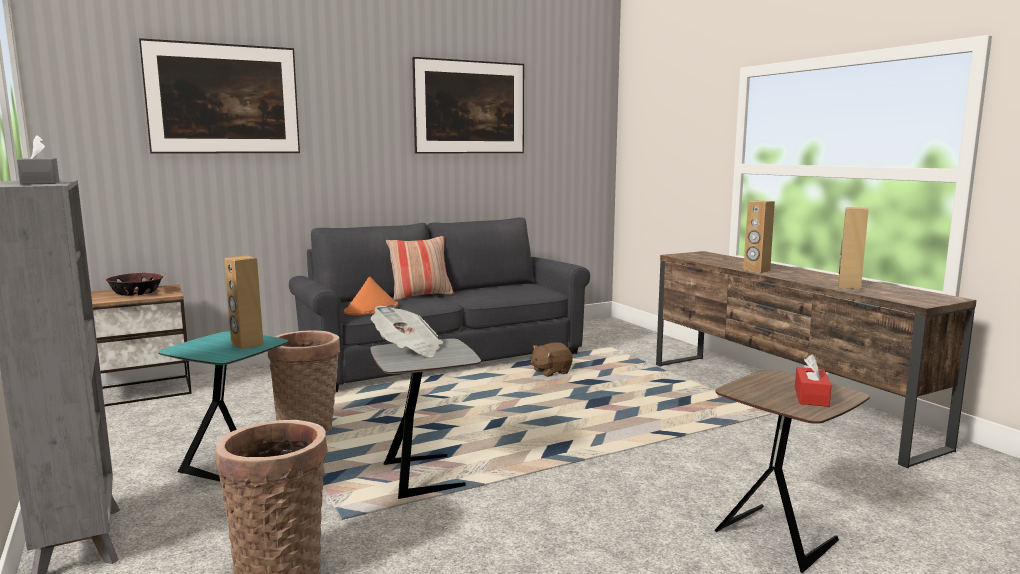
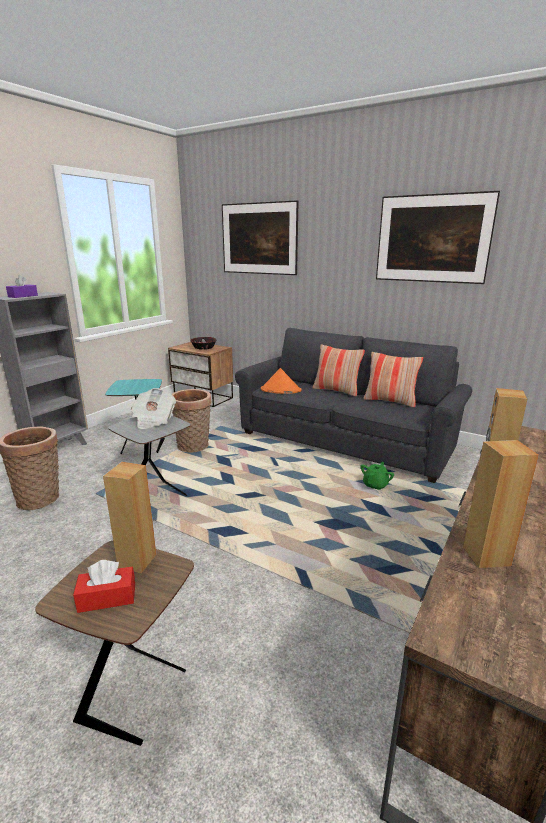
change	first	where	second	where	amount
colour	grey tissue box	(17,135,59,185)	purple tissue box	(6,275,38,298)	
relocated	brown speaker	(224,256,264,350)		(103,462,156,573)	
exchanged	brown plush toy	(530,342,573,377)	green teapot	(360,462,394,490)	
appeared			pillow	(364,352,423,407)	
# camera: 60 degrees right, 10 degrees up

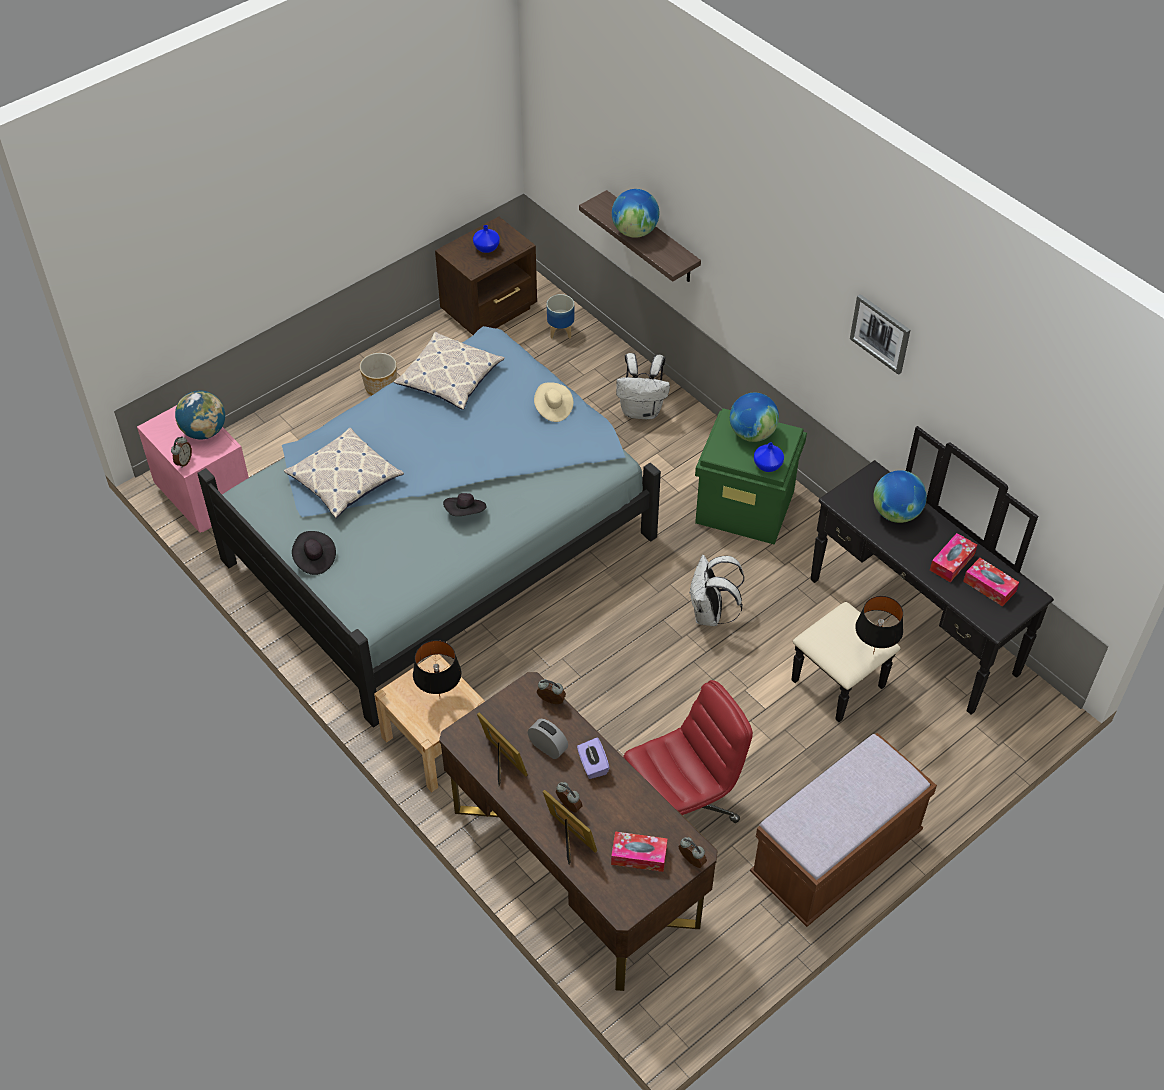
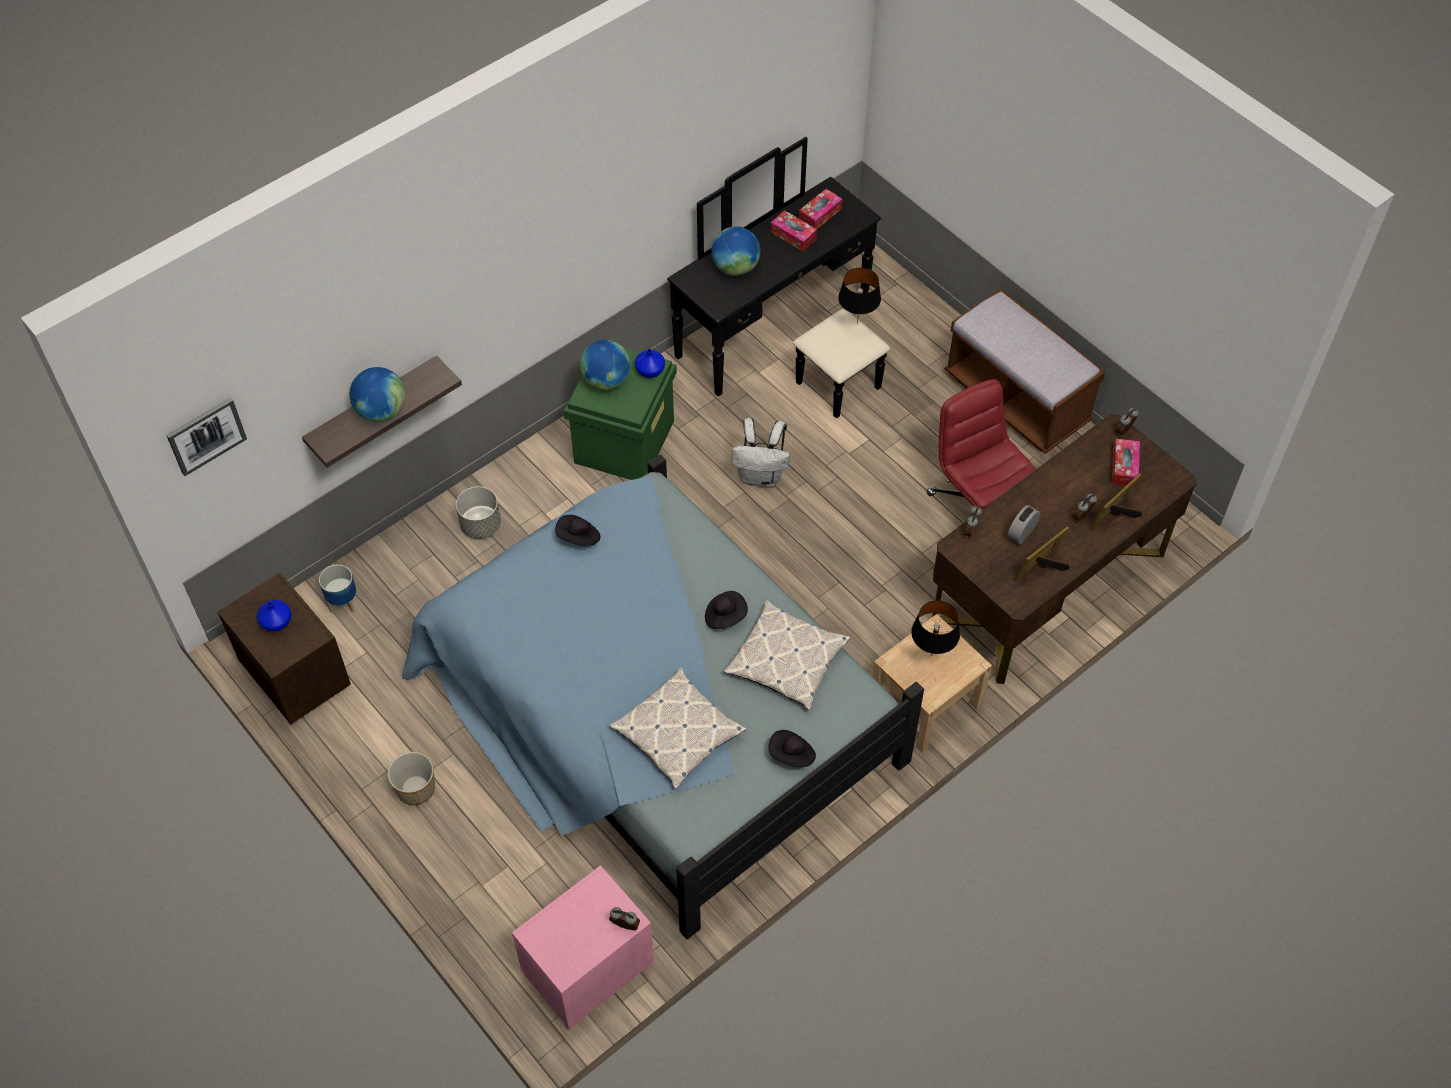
change	first	where	second	where	amount
relocated	picture	(850,294,910,375)		(166,397,247,476)	
exchanged	white backpack	(616,353,670,419)	grey planter	(456,486,501,539)	
colour	beige hat	(534,382,573,422)	black hat	(555,515,601,546)	
relocated	pillow	(394,332,505,410)		(724,600,850,710)	
missing	globe	(175,391,225,439)			
missing	purple tissue box	(577,738,609,779)			
# camera: 90 degrees left, 5 degrees up

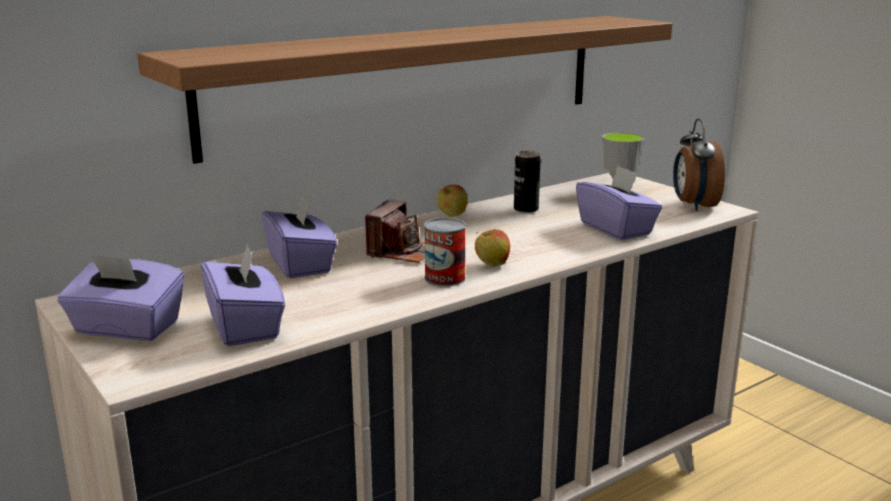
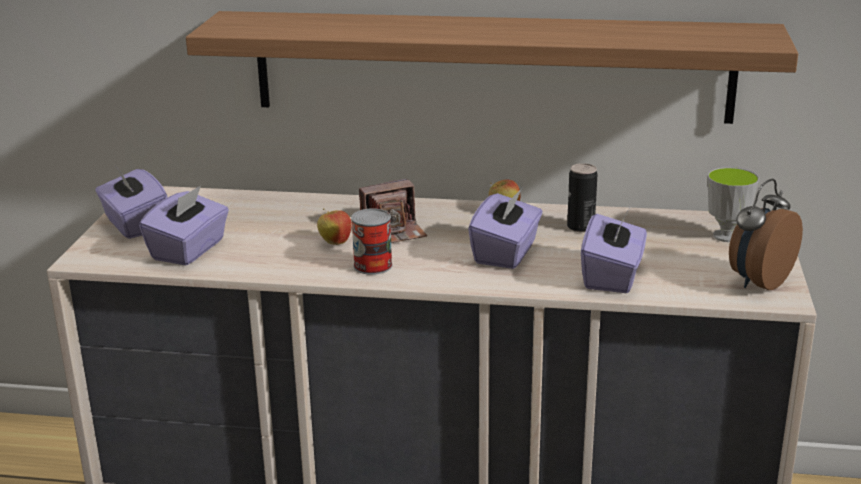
change	first	where	second	where	amount
relocated	apple	(475,229,510,267)		(317,208,352,245)	
relocated	purple tissue box	(262,194,337,279)		(468,187,543,269)	
# camera: 45 degrees right, 5 degrees up

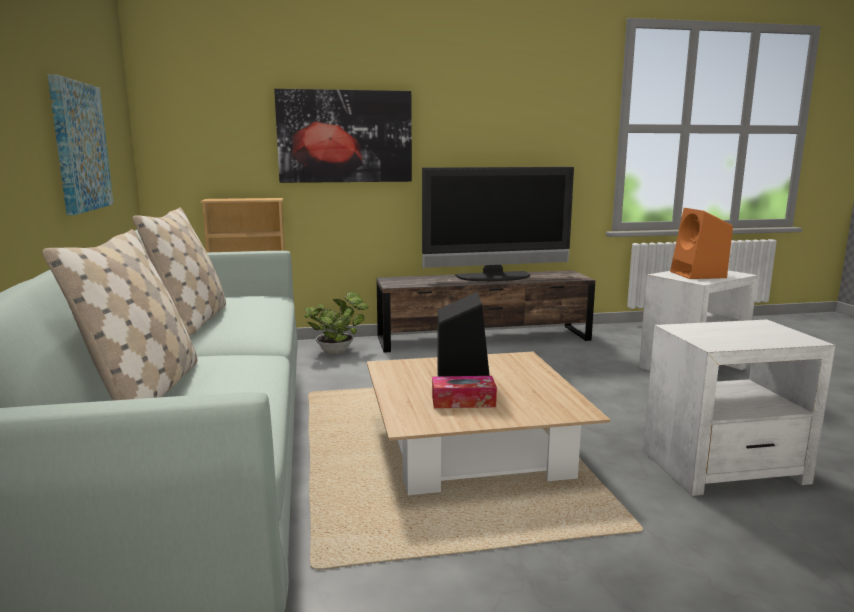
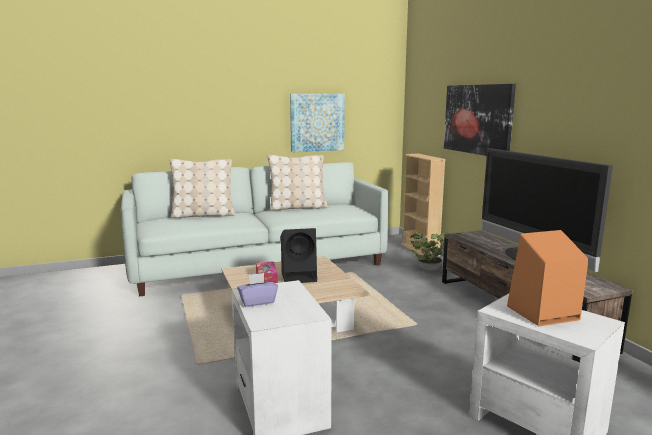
change	first	where	second	where	amount
appeared			purple tissue box	(237,273,278,307)	
# camera: 80 degrees right, 0 degrees up

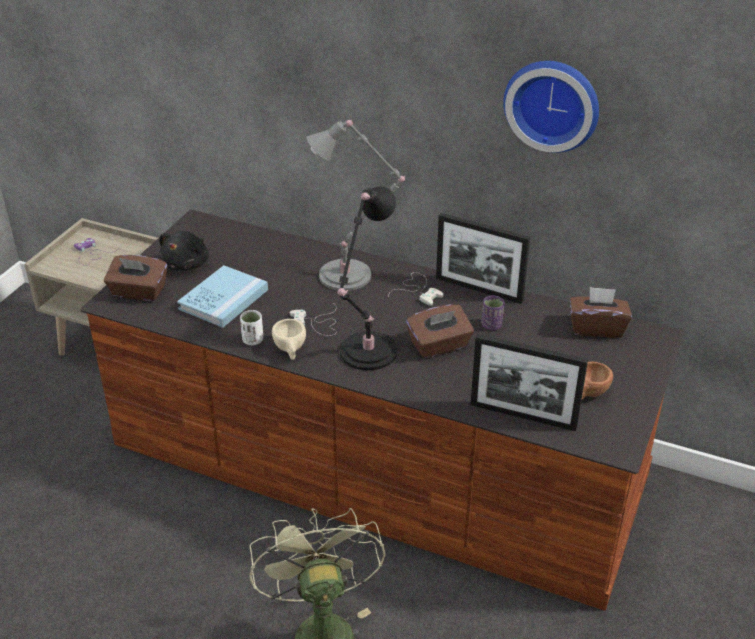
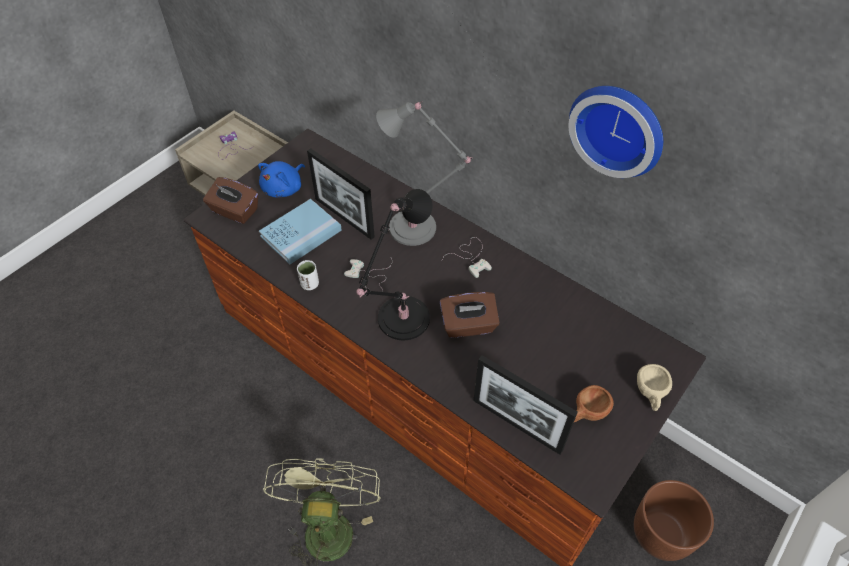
change	first	where	second	where	amount
colour	black plush toy	(159,231,209,271)	blue plush toy	(258,161,305,197)	
relocated	picture frame	(436,213,530,304)		(307,148,375,240)	
appeared			brown planter	(634,480,714,561)	
relocated	beige cup	(272,319,306,360)		(637,364,672,411)	
missing	purple cup	(481,295,504,330)			
missing	brown tissue box	(570,287,632,338)			
# camera: 15 degrees right, 15 degrees up

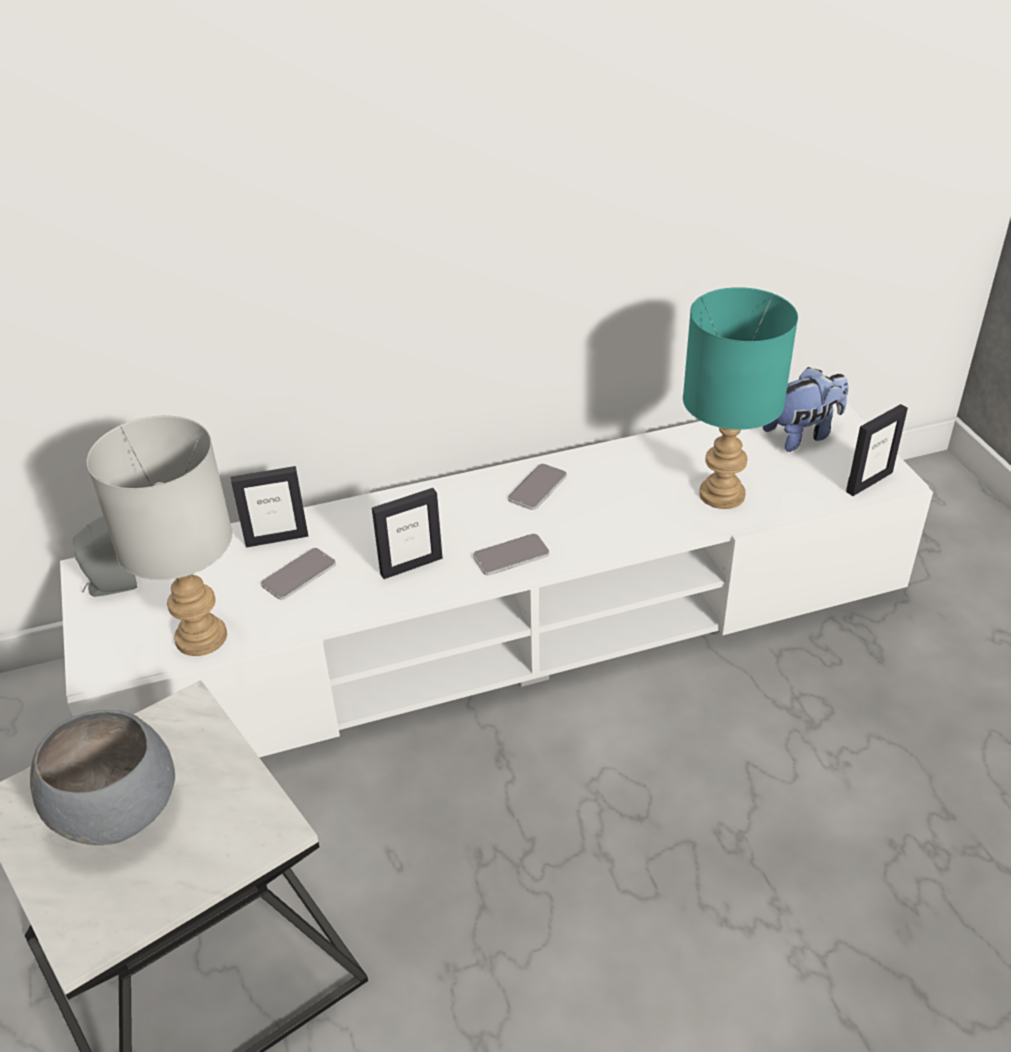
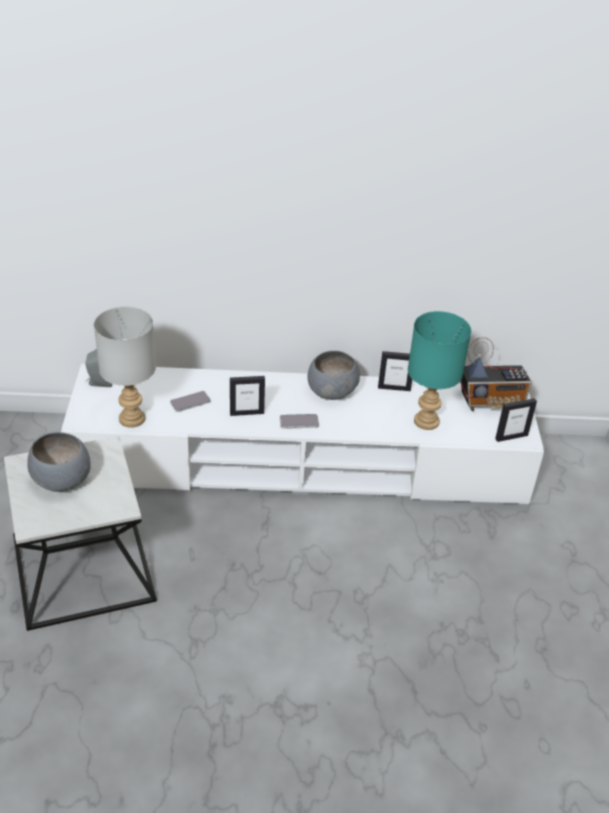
change	first	where	second	where	amount
exchanged	phone	(508,464,567,510)	grey bowl	(307,351,360,400)	
relocated	picture frame	(231,466,308,548)		(378,351,412,391)	
exchanged	plush toy	(763,367,848,452)	radio	(460,337,532,411)	
# camera: 15 degrees right, 0 degrees up

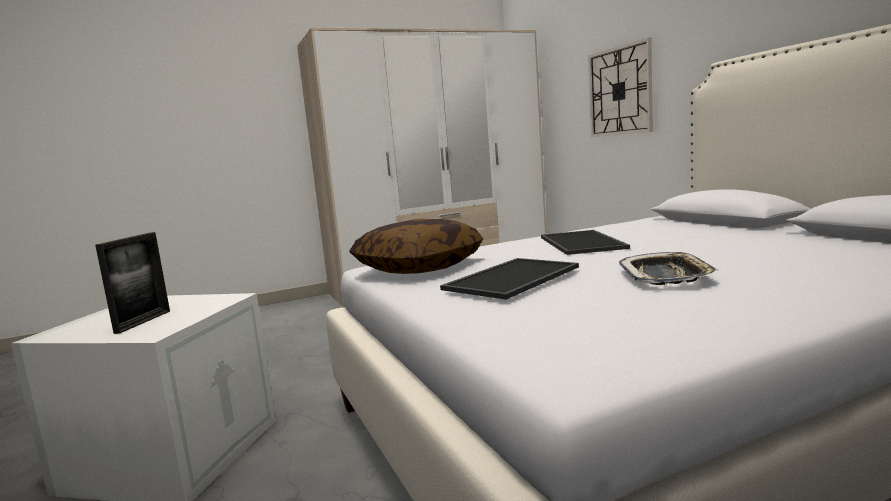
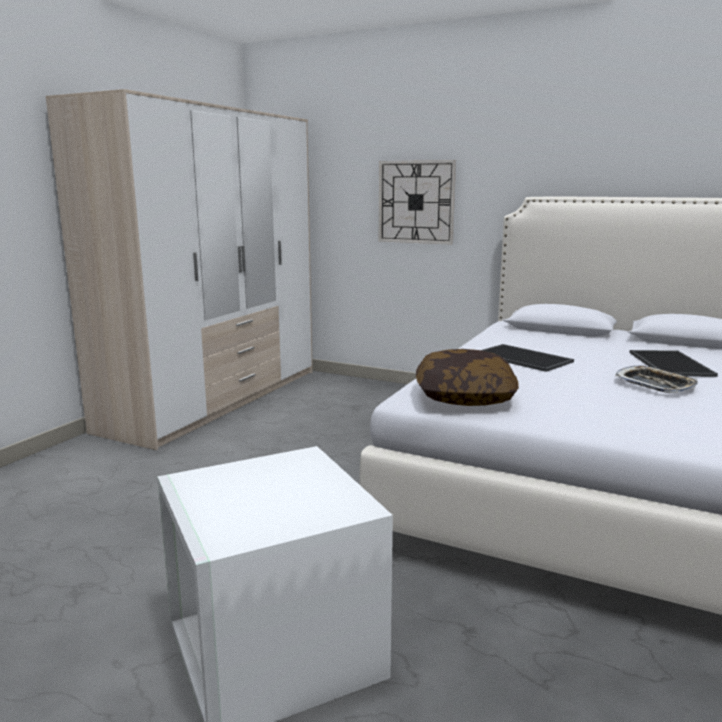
change	first	where	second	where	amount
relocated	tray	(440,258,579,300)		(629,350,718,377)	
missing	picture frame	(95,232,170,334)			
# camera: 40 degrees left, 5 degrees up

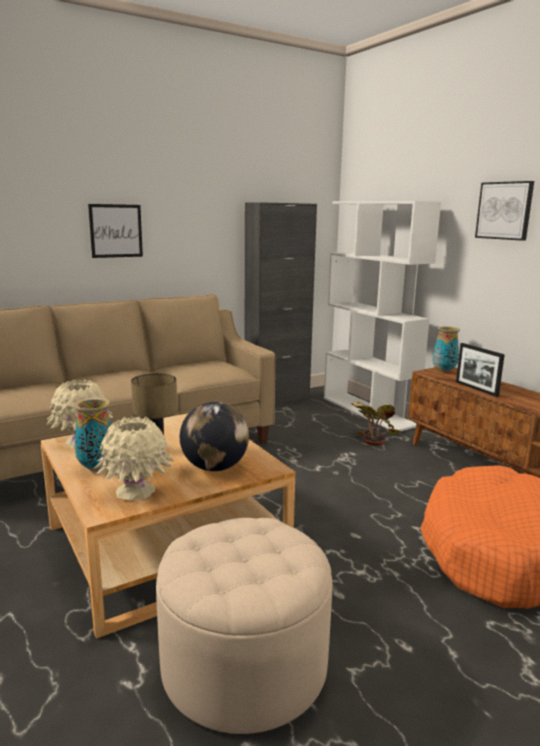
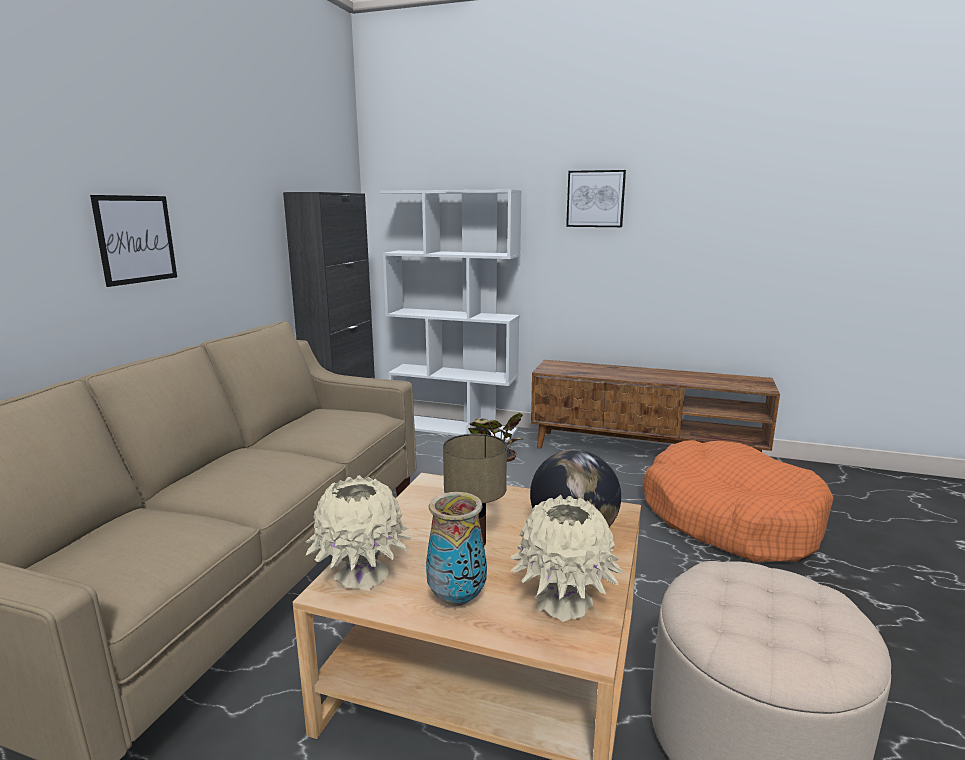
change	first	where	second	where	amount
missing	vase	(432,326,460,373)			
missing	picture frame	(456,343,505,397)			
# camera: 40 degrees left, 0 degrees up

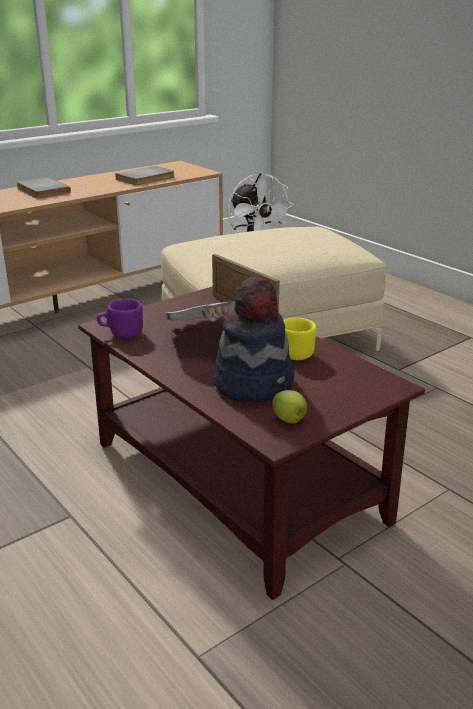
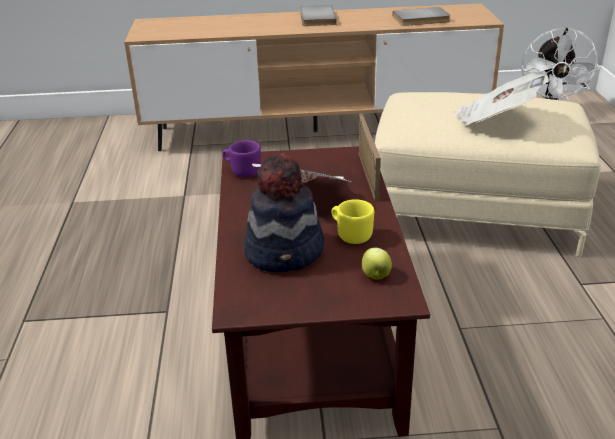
change	first	where	second	where	amount
relocated	apple	(272,390,307,423)		(362,248,392,280)	
appeared			newspaper	(455,73,549,126)	
# camera: 35 degrees right, 5 degrees up

